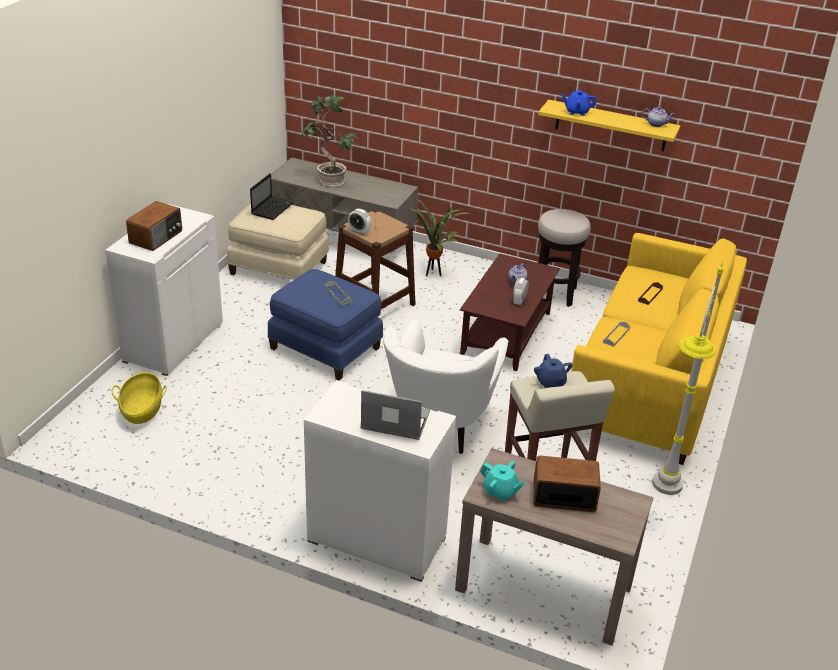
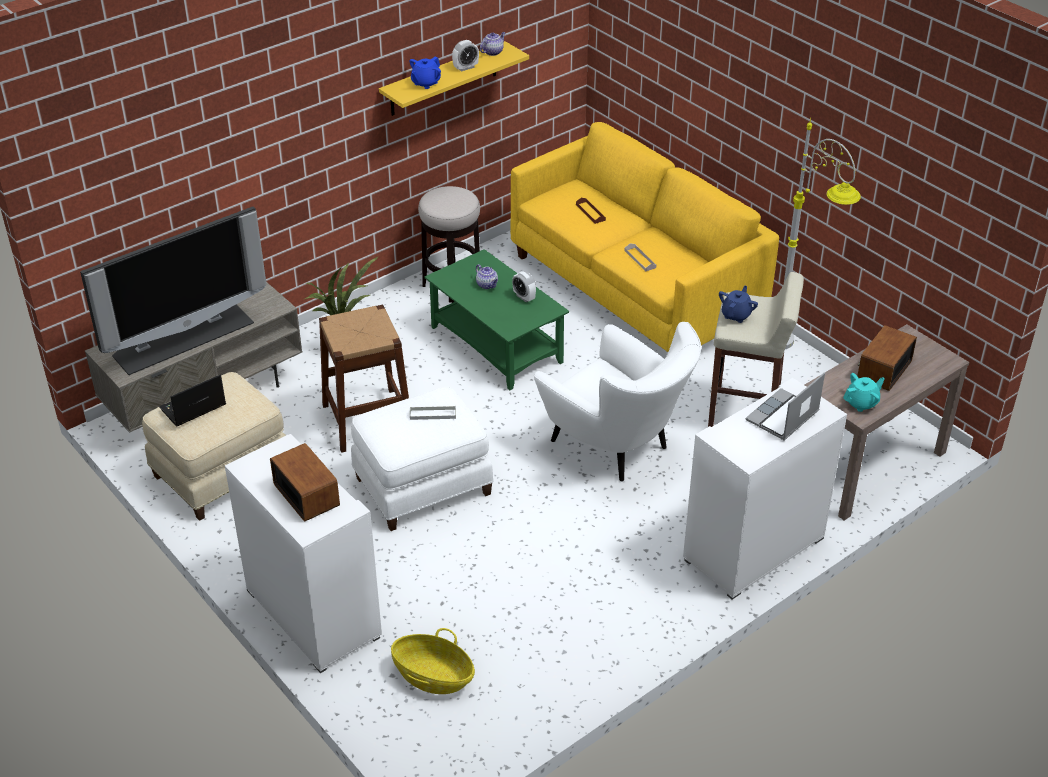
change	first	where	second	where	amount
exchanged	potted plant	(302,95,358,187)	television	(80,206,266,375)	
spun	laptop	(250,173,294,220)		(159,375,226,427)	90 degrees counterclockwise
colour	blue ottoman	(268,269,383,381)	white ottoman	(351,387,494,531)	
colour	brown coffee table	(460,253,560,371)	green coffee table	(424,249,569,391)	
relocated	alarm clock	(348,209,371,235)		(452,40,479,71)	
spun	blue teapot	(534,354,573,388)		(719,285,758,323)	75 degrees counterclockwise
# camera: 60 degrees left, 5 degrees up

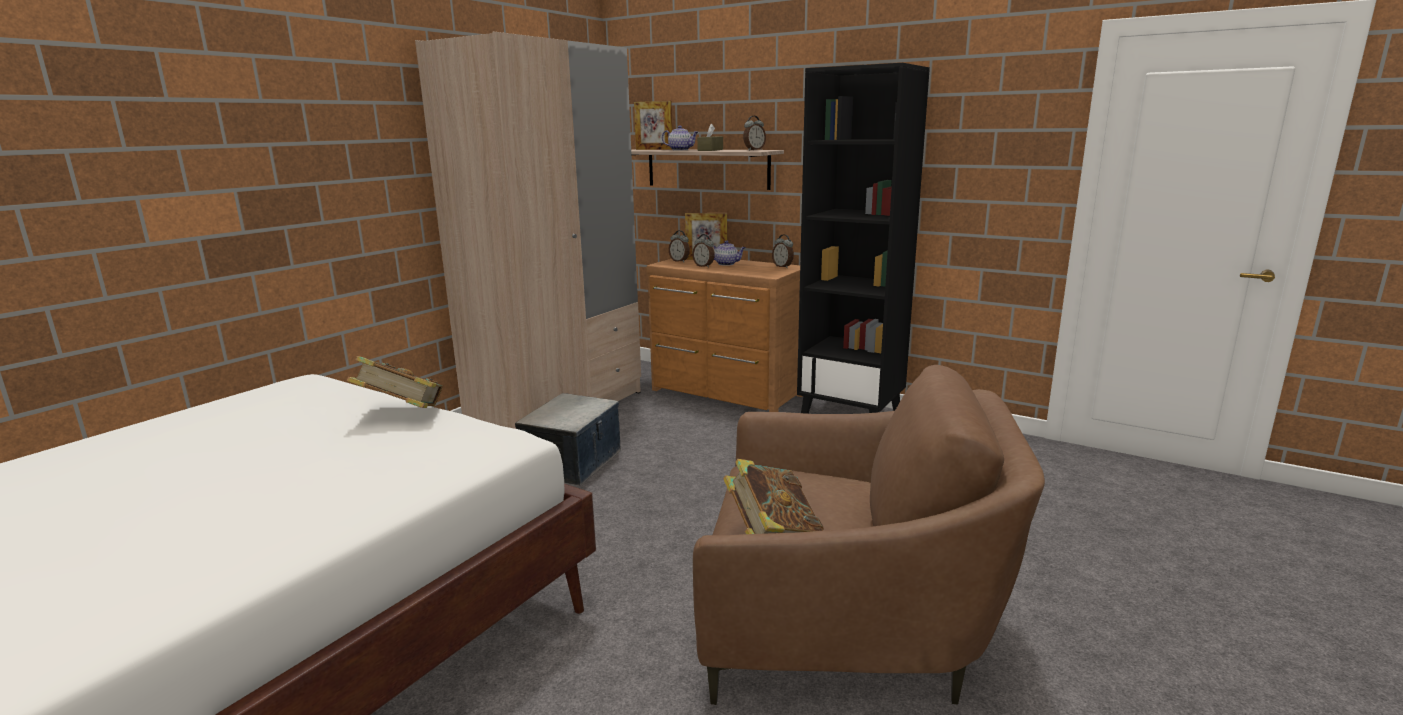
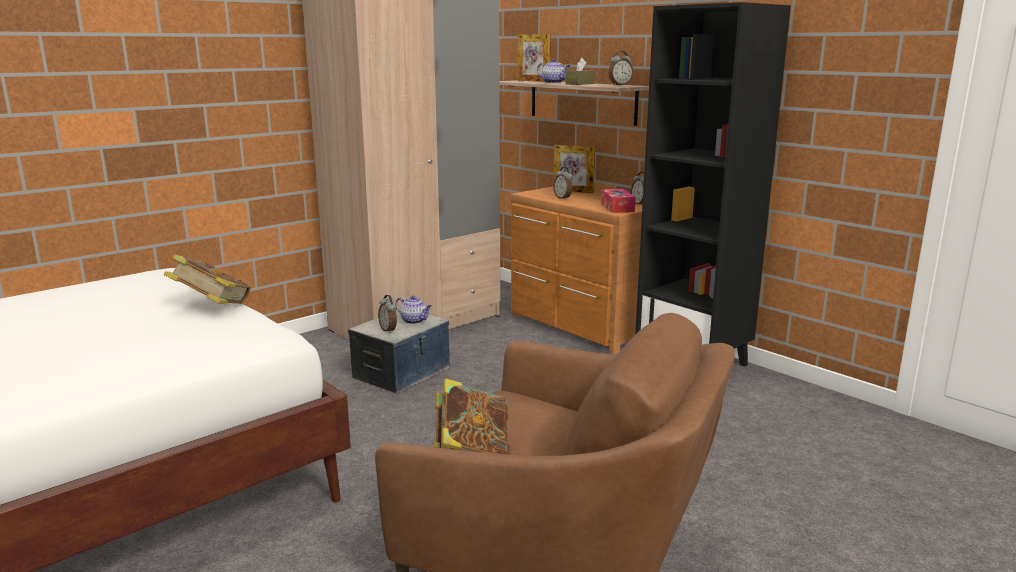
change	first	where	second	where	amount
relocated	alarm clock	(669,230,690,262)		(378,295,397,333)	
relocated	teapot	(713,240,746,266)		(395,296,432,324)	
appeared			tissue box	(601,189,636,213)	
# camera: 15 degrees right, 0 degrees up

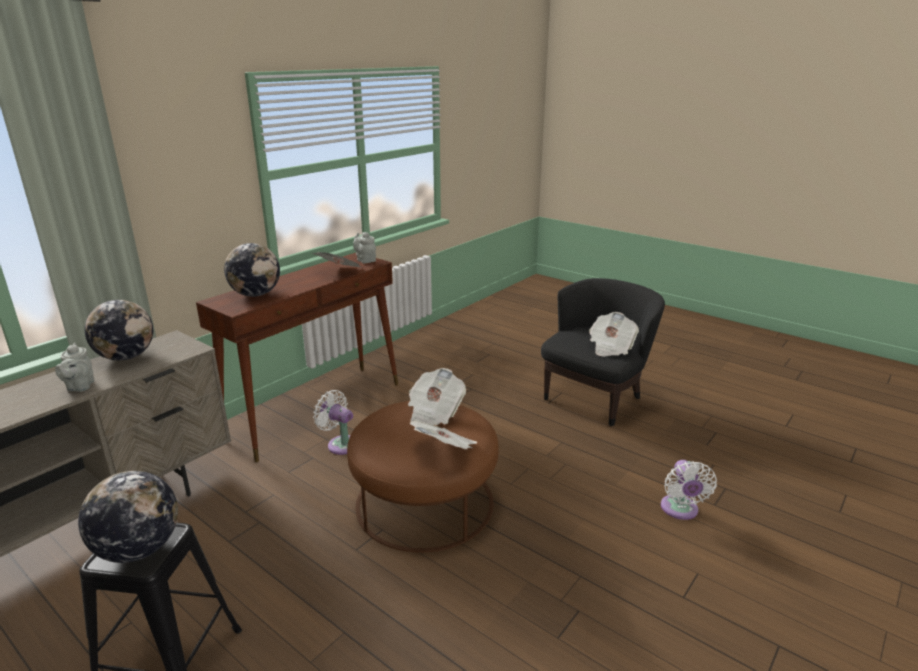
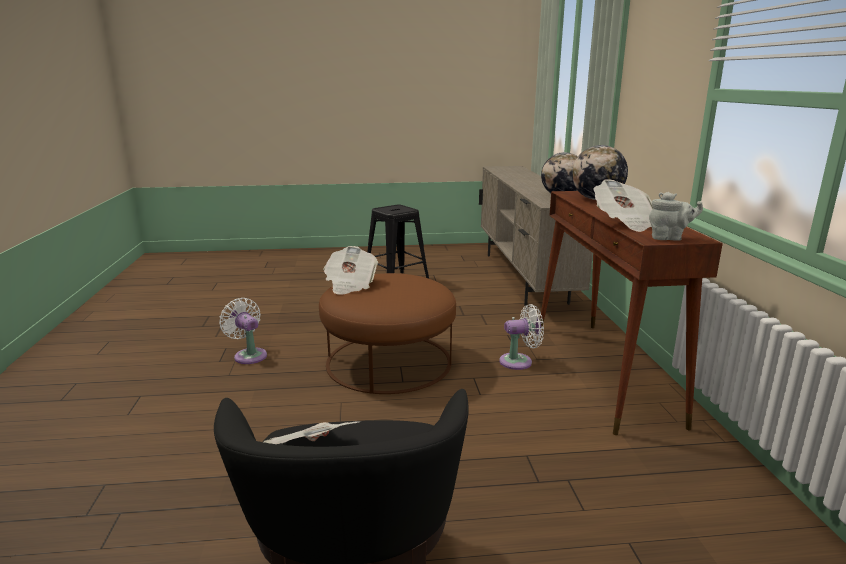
change	first	where	second	where	amount
relocated	white fan	(661,460,717,520)		(219,298,267,364)	
missing	grey teapot	(55,343,94,392)			
missing	globe	(78,471,178,563)			
missing	newspaper	(408,368,466,425)			
# camera: 135 degrees right, 5 degrees down

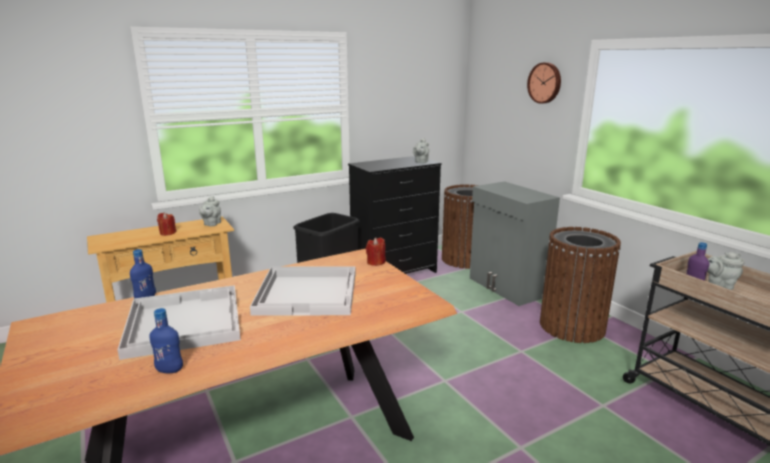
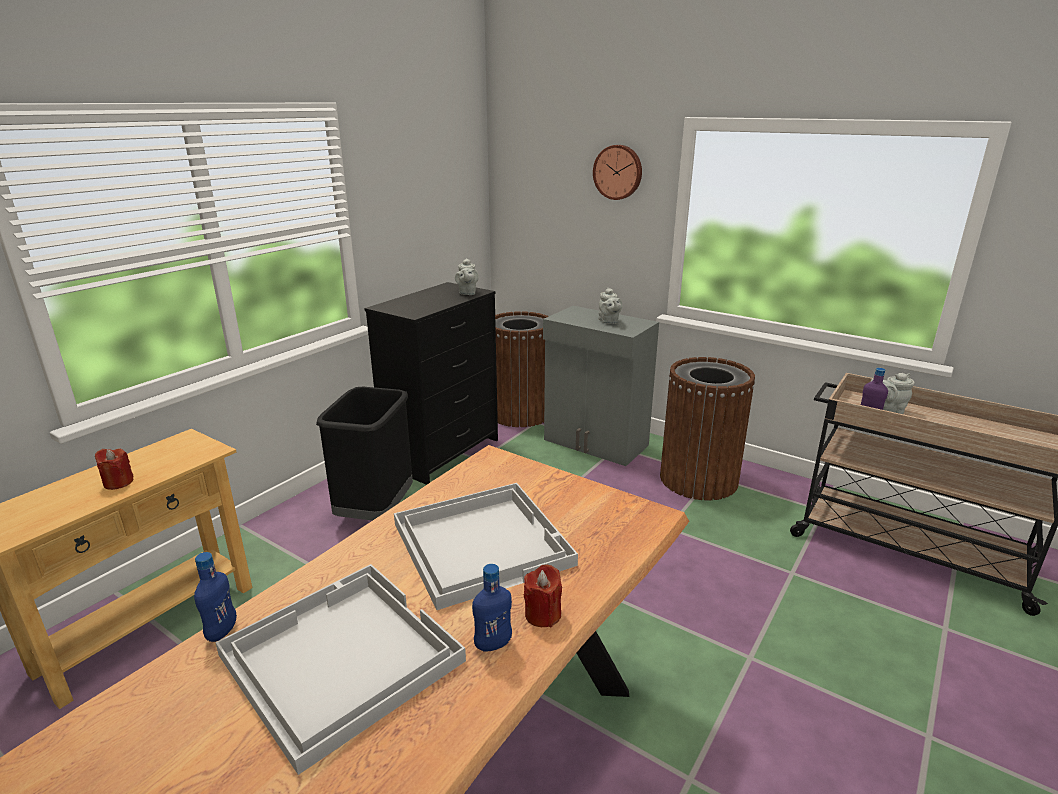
change	first	where	second	where	amount
relocated	blue bottle	(149,308,183,373)		(472,564,512,652)	
relocated	red candle	(366,237,386,266)		(524,565,562,628)	
relocated	grey teapot	(199,196,221,227)		(599,287,623,324)	
# camera: 25 degrees left, 5 degrees up

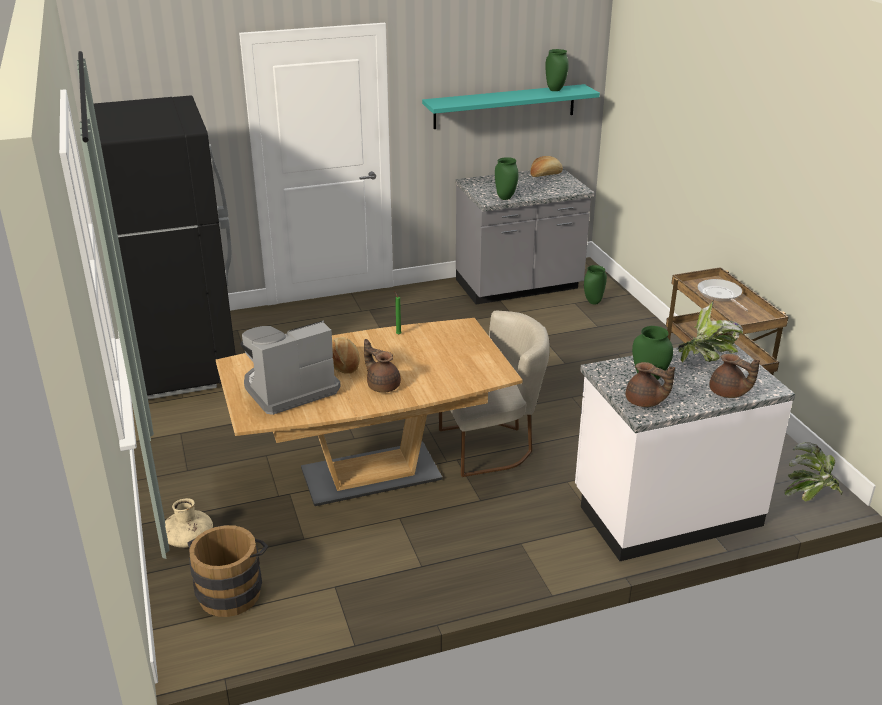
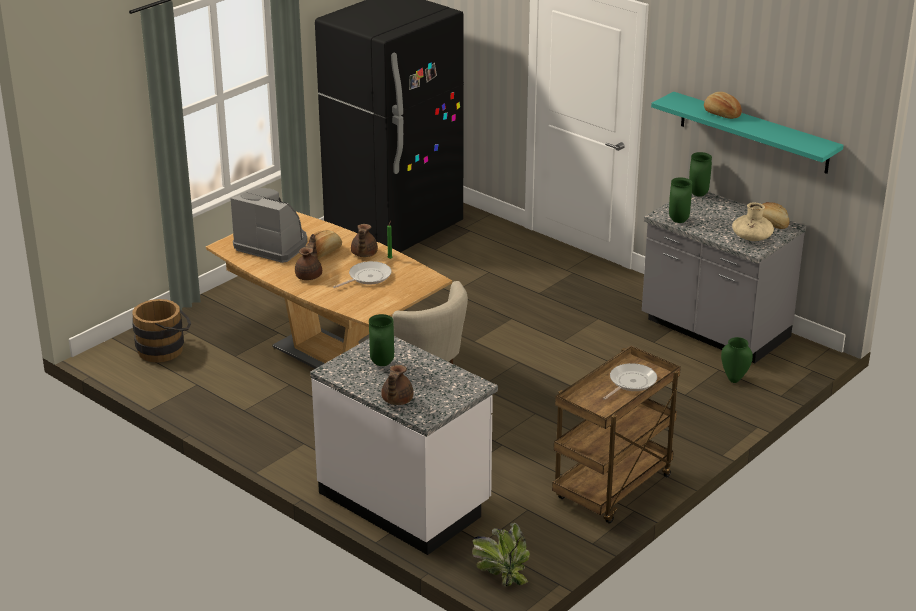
change	first	where	second	where	amount
appeared			frying pan	(333,261,392,288)	
relocated	brown teapot	(626,362,675,407)		(351,224,378,257)	
relocated	green vase	(545,49,569,91)		(689,152,712,197)	
appeared			bread	(704,92,742,119)	
relocated	beige vase	(165,498,213,548)		(732,202,774,241)	
missing	potted plant	(678,301,743,363)			
# camera: 60 degrees right, 0 degrees up

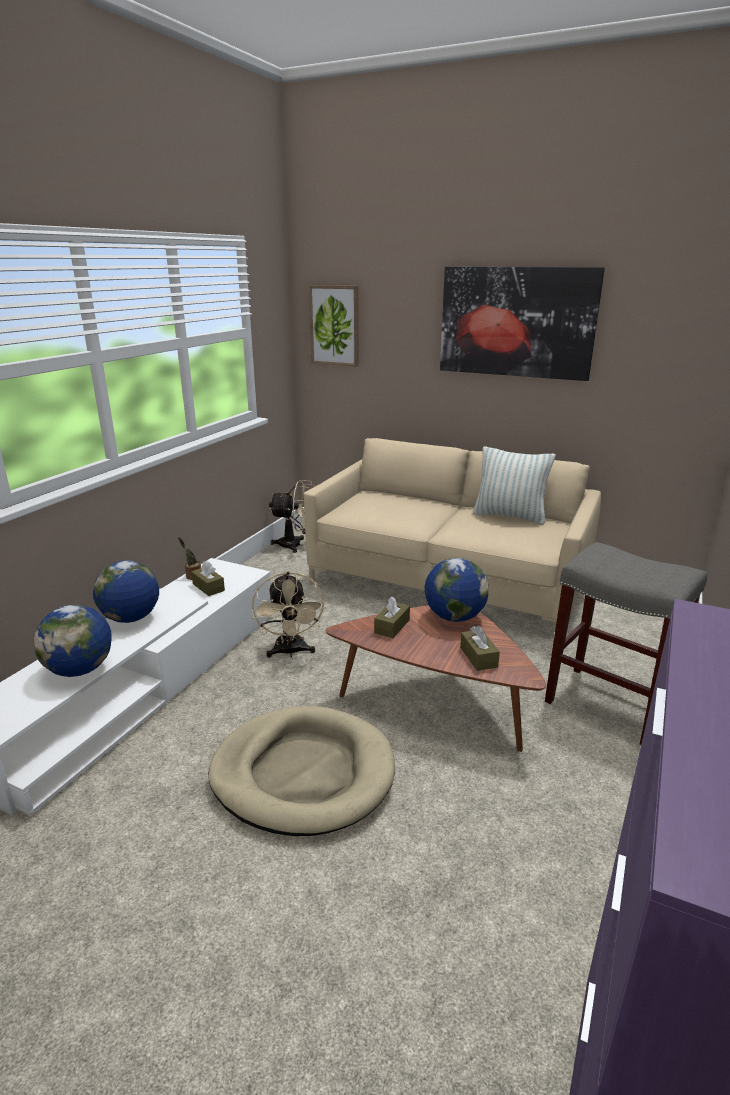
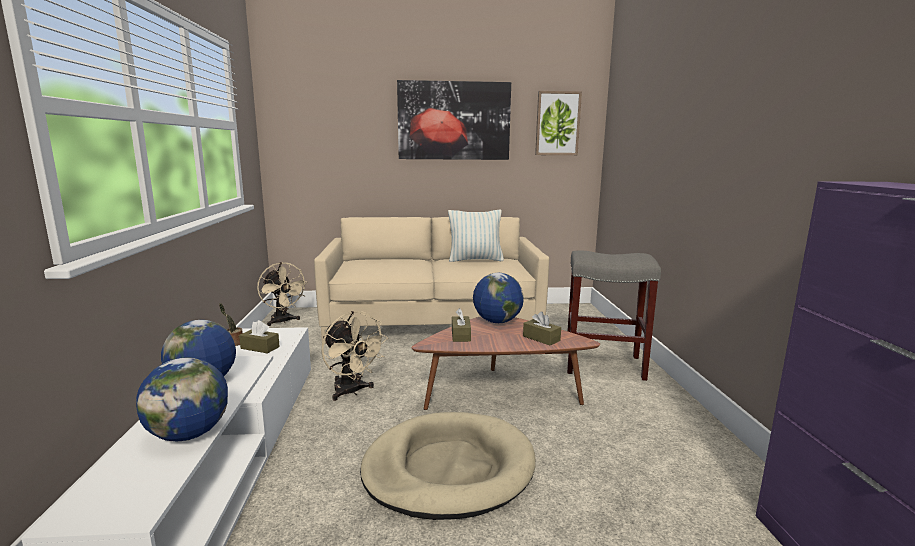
change	first	where	second	where	amount
spun	beige fan	(269,480,315,553)		(257,262,308,326)	75 degrees clockwise
relocated	picture	(309,285,359,367)		(535,91,582,155)	
# camera: 30 degrees left, 10 degrees down

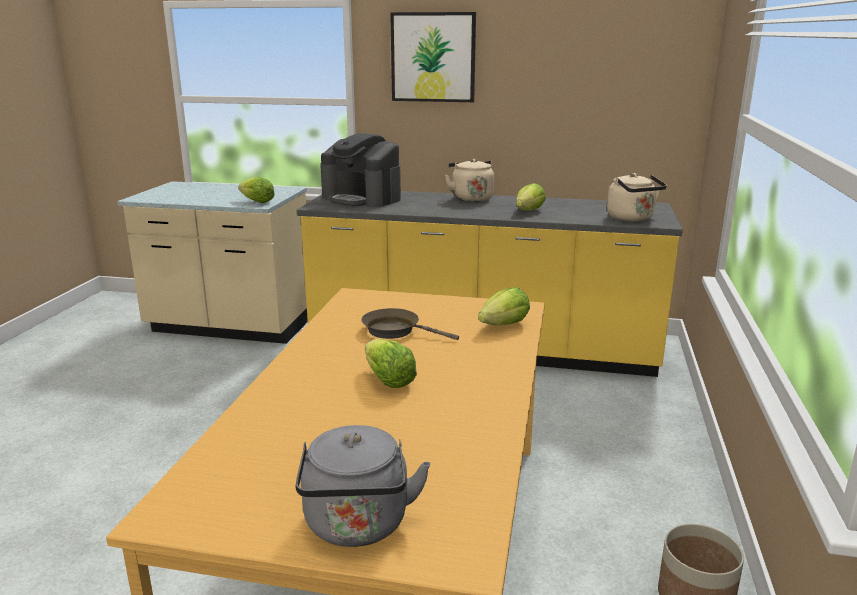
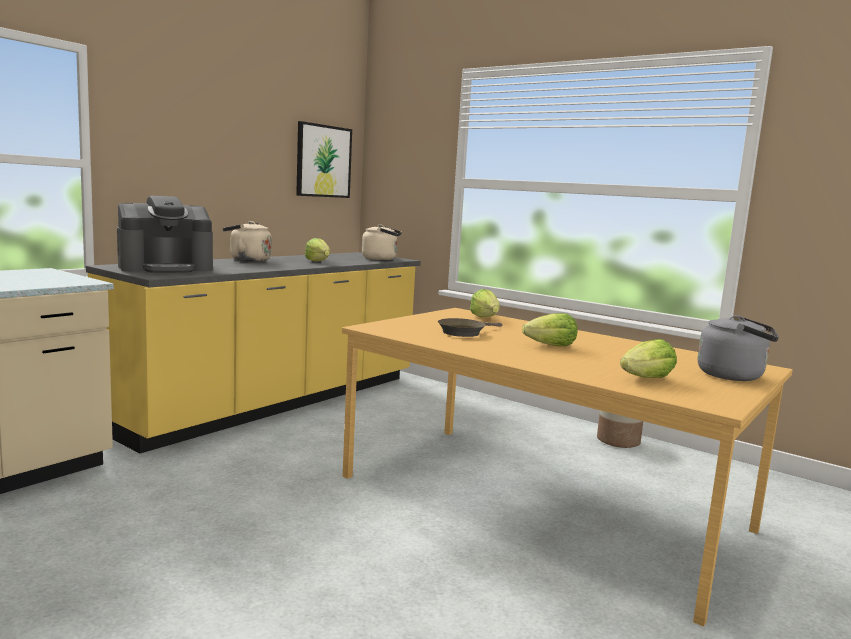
change	first	where	second	where	amount
relocated	picture	(390,12,476,102)		(296,121,352,198)	
relocated	lettuce	(238,177,275,203)		(620,339,677,378)	
# camera: 65 degrees left, 10 degrees down

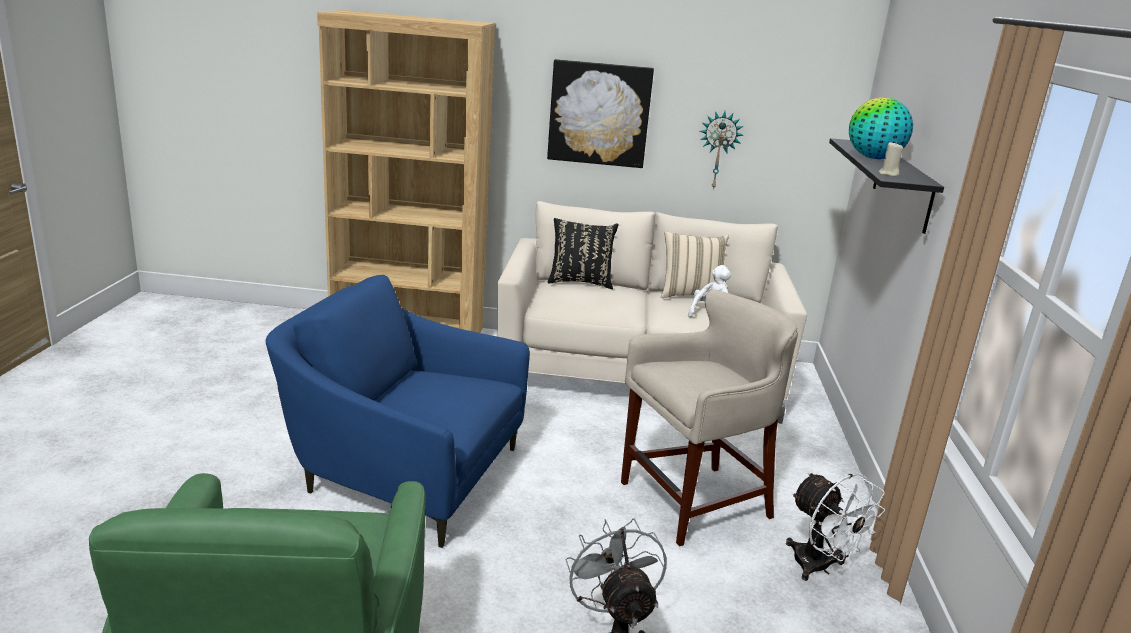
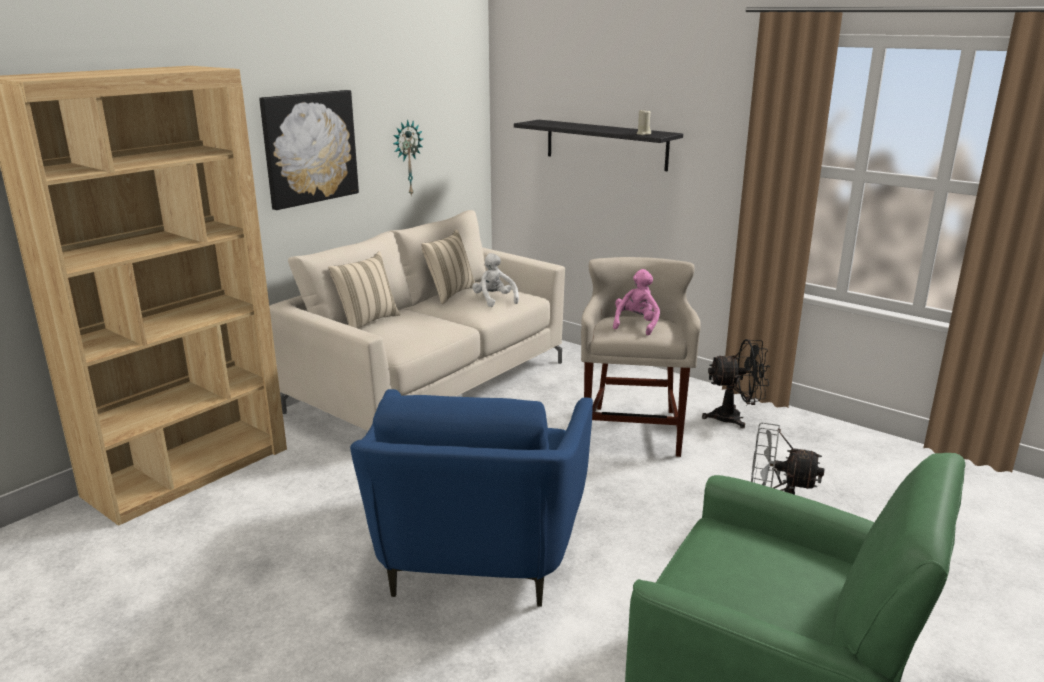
change	first	where	second	where	amount
colour	black pillow	(548,218,618,289)	beige pillow	(328,251,400,329)	
spun	blue armchair	(266,275,530,548)		(350,389,593,607)	45 degrees counterclockwise
appeared			pink plush toy	(613,269,660,336)	
colour	white fan	(786,473,885,581)	black fan	(702,339,770,428)	
missing	globe	(849,97,913,159)			
# camera: 55 degrees left, 0 degrees up

